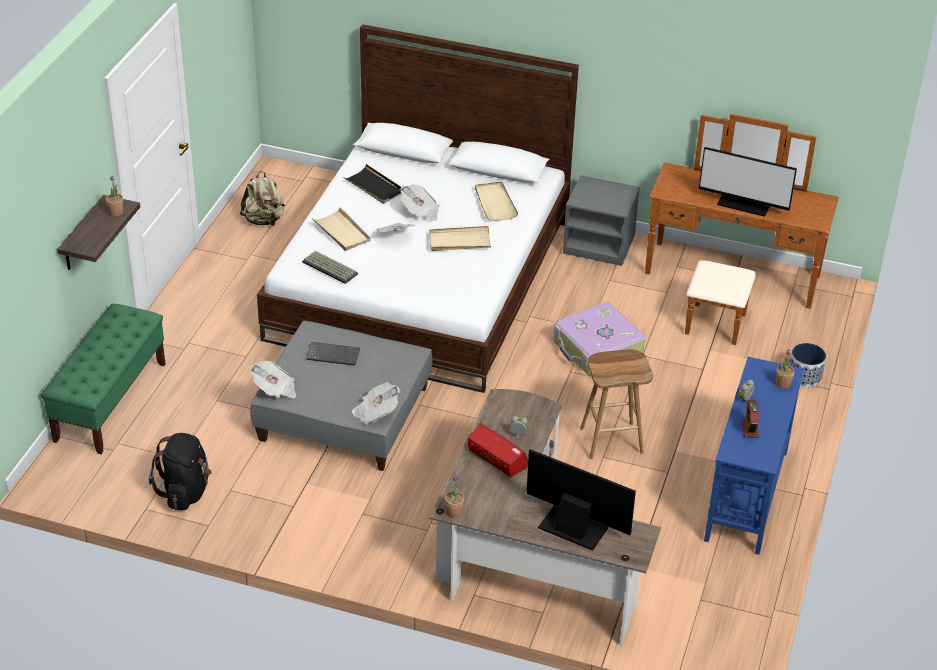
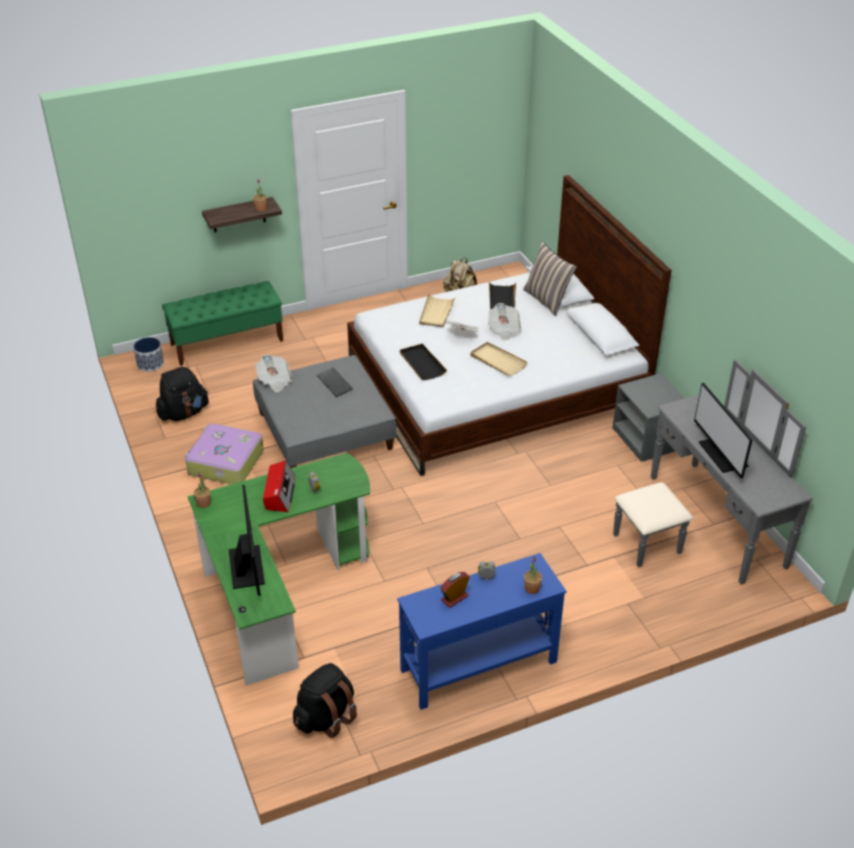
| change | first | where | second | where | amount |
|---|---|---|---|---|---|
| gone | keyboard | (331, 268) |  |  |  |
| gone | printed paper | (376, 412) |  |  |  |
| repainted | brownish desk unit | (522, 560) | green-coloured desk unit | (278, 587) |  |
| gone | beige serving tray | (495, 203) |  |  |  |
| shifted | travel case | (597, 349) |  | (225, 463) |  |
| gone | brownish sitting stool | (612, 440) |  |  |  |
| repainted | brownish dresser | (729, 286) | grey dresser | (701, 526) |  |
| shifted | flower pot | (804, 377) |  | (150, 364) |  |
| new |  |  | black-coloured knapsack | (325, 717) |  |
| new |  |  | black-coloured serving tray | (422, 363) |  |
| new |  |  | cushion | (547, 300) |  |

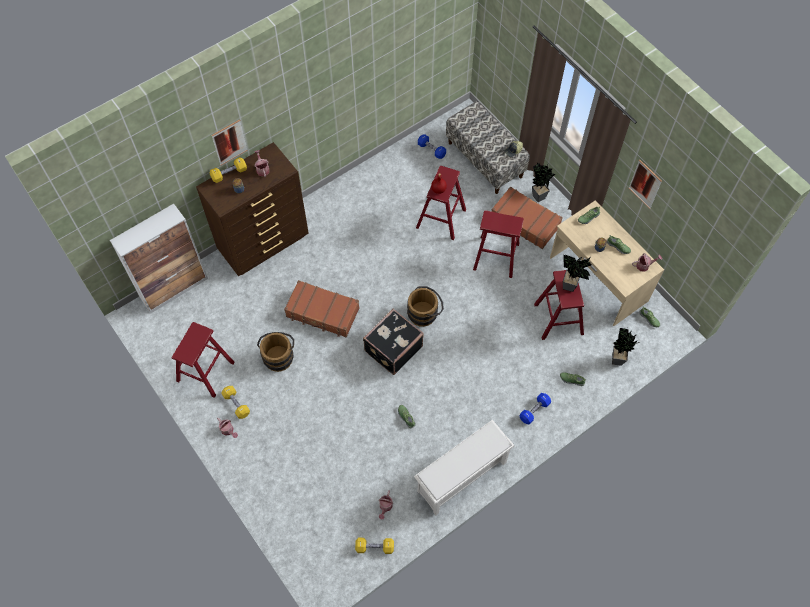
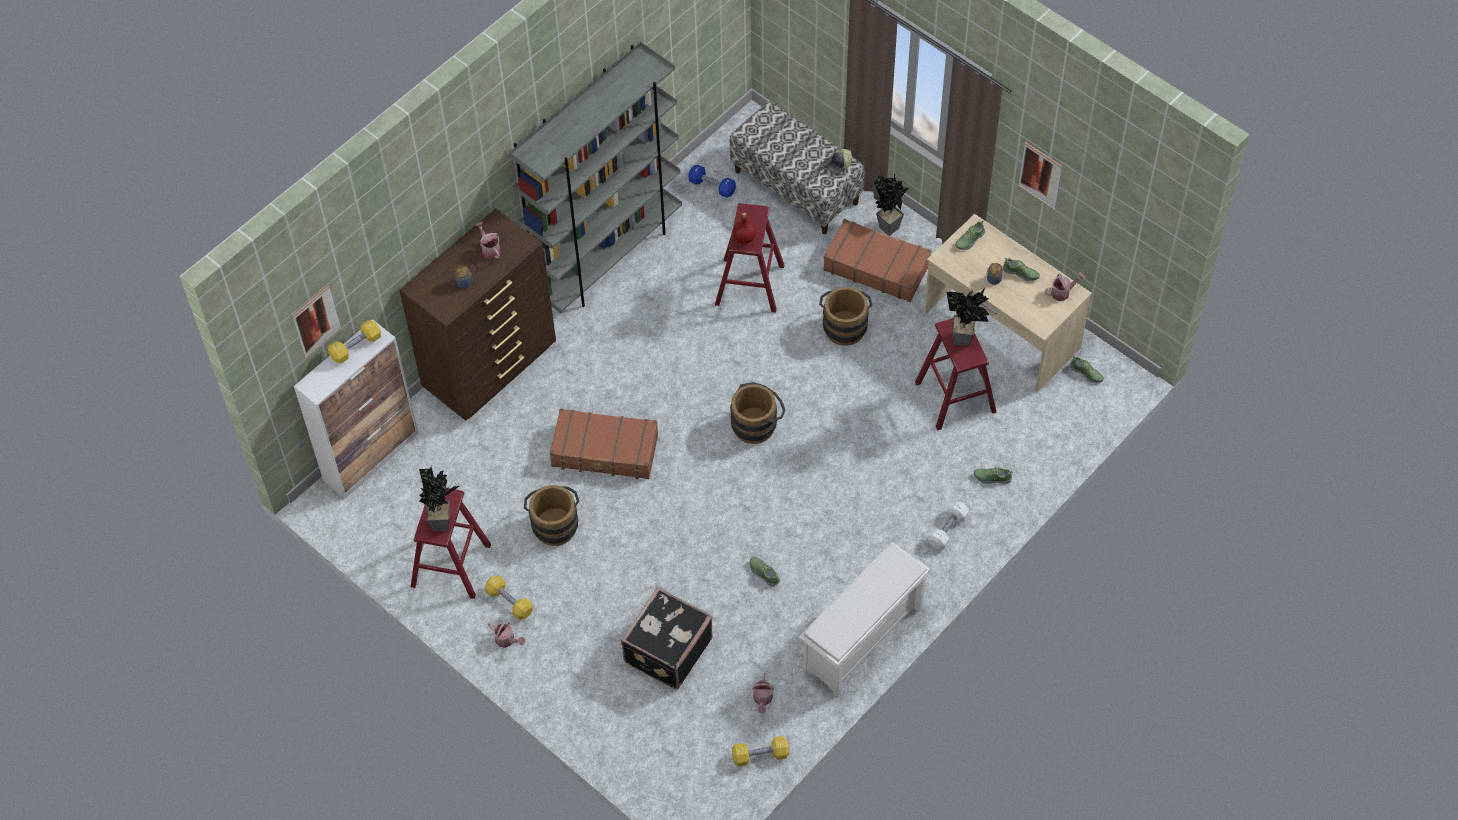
| change | first | where | second | where | amount |
|---|---|---|---|---|---|
| shifted | yellowish free weight | (229, 174) |  | (356, 347) |  |
| shifted | picture | (229, 142) |  | (316, 321) |  |
| shifted | black-coloured travel case | (392, 348) |  | (666, 650) |  |
| swapped | red sitting stool | (496, 256) | brownish water bucket | (844, 325) |  |
| repainted | bluish free weight | (534, 410) | white-coloured free weight | (947, 530) |  |
| shifted | houseplant | (618, 358) |  | (443, 520) |  |
| new |  |  | grey bookcase | (607, 256) |  |

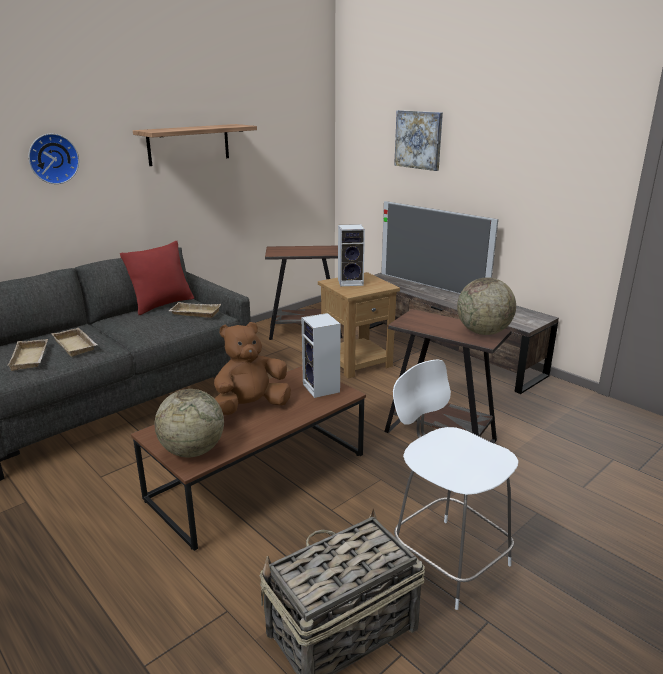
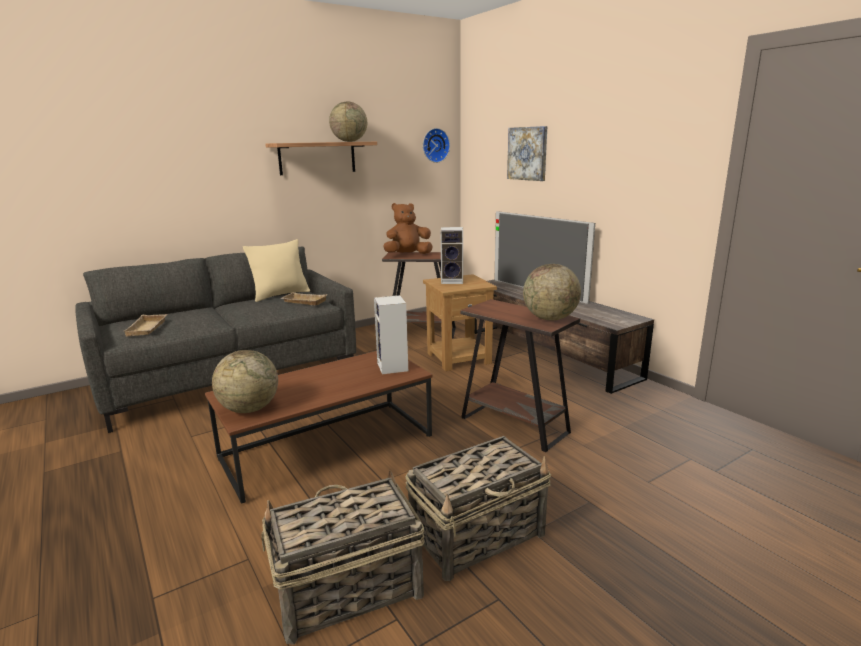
| change | first | where | second | where | amount |
|---|---|---|---|---|---|
| shifted | clock on the wall | (52, 158) |  | (434, 145) |  |
| gone | beige serving tray | (77, 345) |  |  |  |
| repainted | red cushion | (162, 305) | beige cushion | (280, 295) |  |
| shifted | brownish plush toy | (250, 407) |  | (407, 255) |  |
| swapped | white-coloured sitting stool | (447, 558) | household basket | (478, 535) |  |
| new |  |  | desk globe | (349, 141) |  |

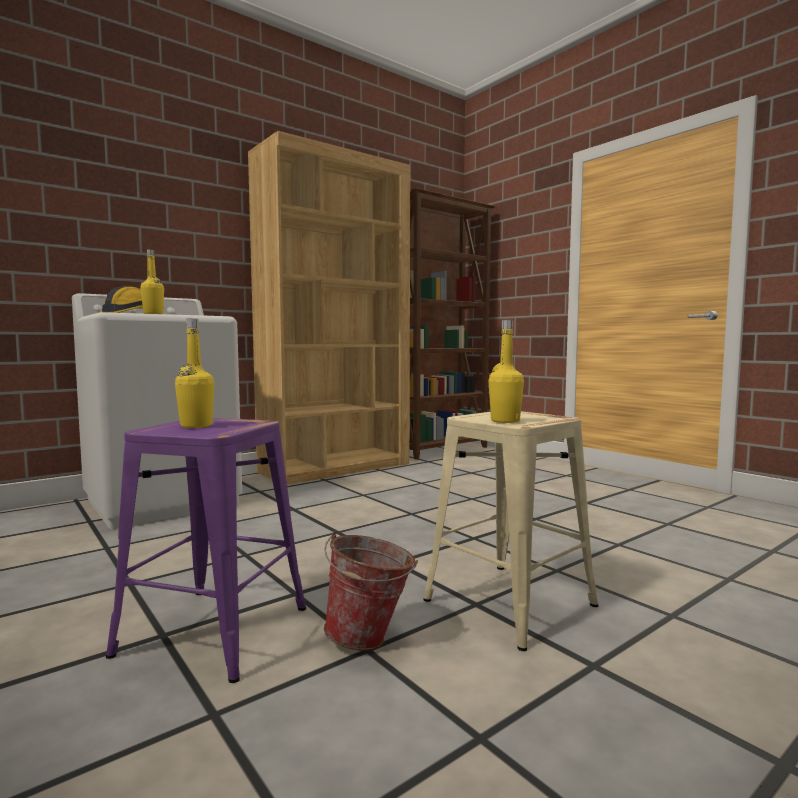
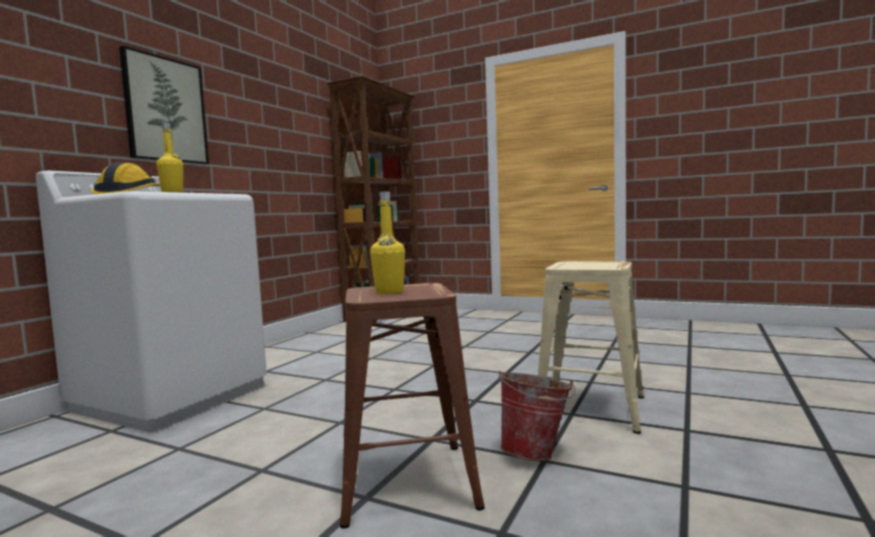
| change | first | where | second | where | amount |
|---|---|---|---|---|---|
| repainted | purplish sitting stool | (212, 630) | brownish sitting stool | (405, 481) |  |
| gone | brownish bookcase | (336, 468) |  |  |  |
| gone | yellowish bottle | (505, 421) |  |  |  |
| new |  |  | picture | (165, 110) |  |

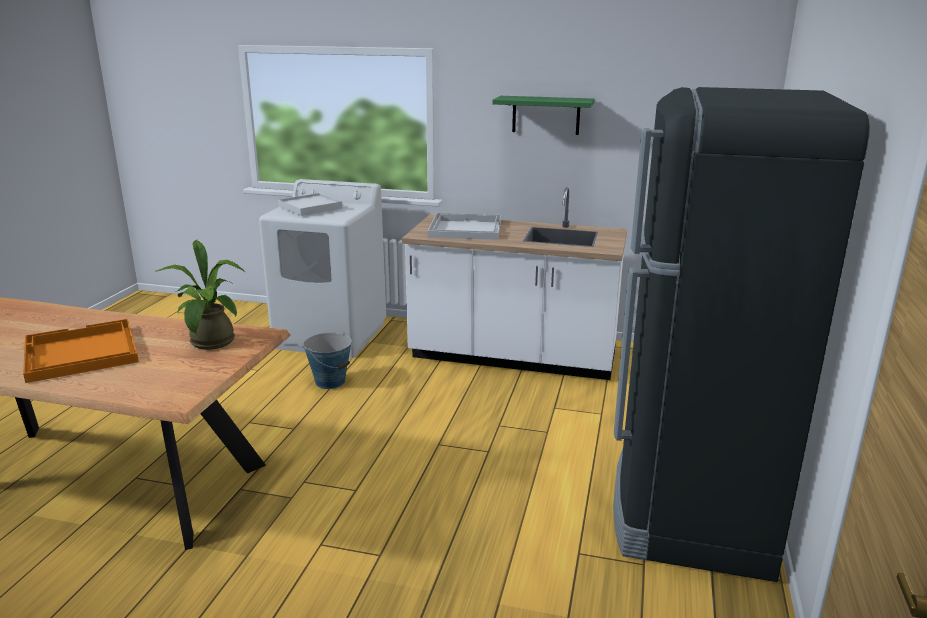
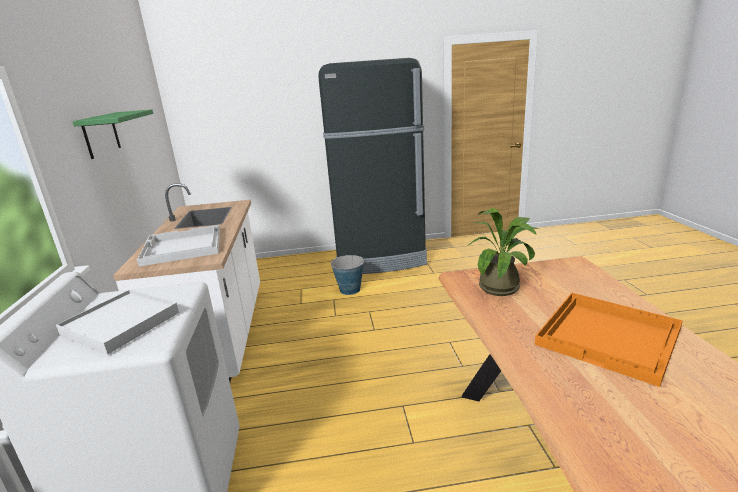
| change | first | where | second | where | amount |
|---|---|---|---|---|---|
| shifted | water bucket | (330, 382) |  | (350, 290) |  |

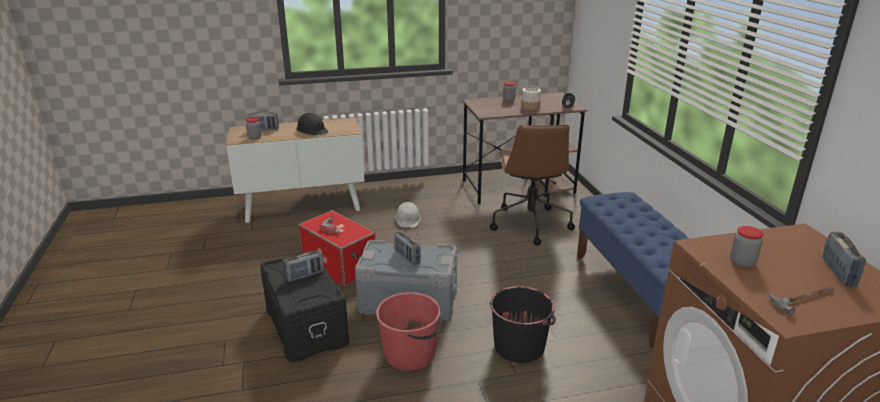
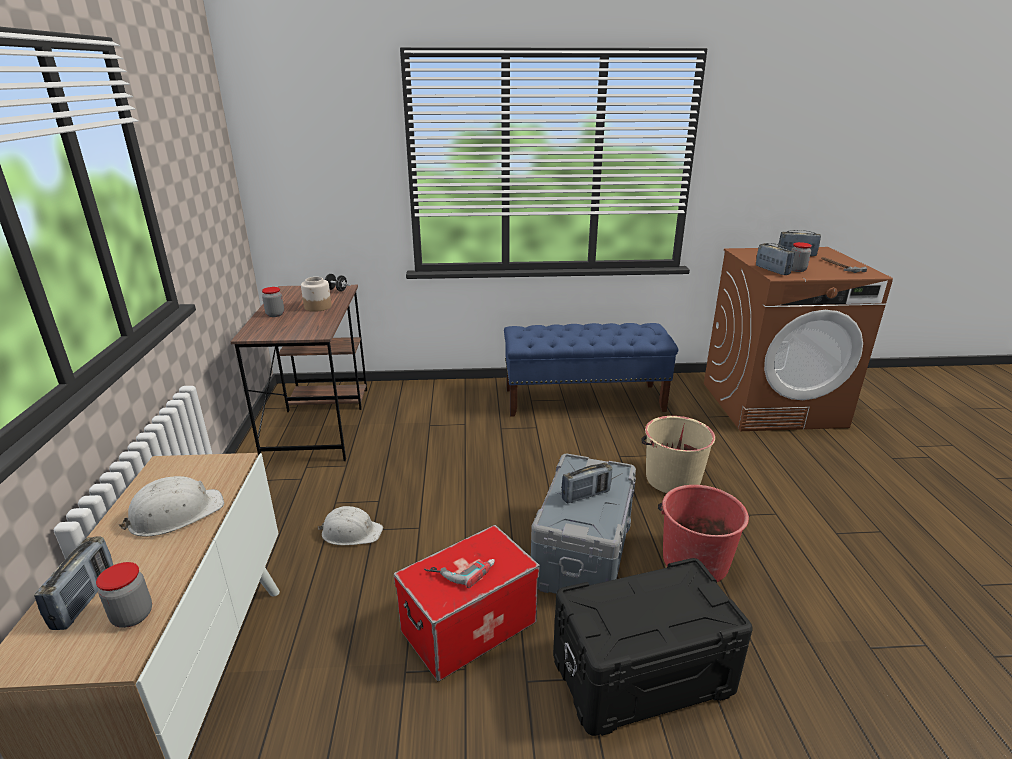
| change | first | where | second | where | amount |
|---|---|---|---|---|---|
| shifted | radio receiver | (305, 275) |  | (772, 270) |  |
| repainted | black-coloured safety helmet | (312, 130) | white-coloured safety helmet | (175, 514) |  |
| gone | brownish office chair | (529, 223) |  |  |  |
| repainted | black-coloured water bucket | (519, 346) | beige water bucket | (671, 479) |  |

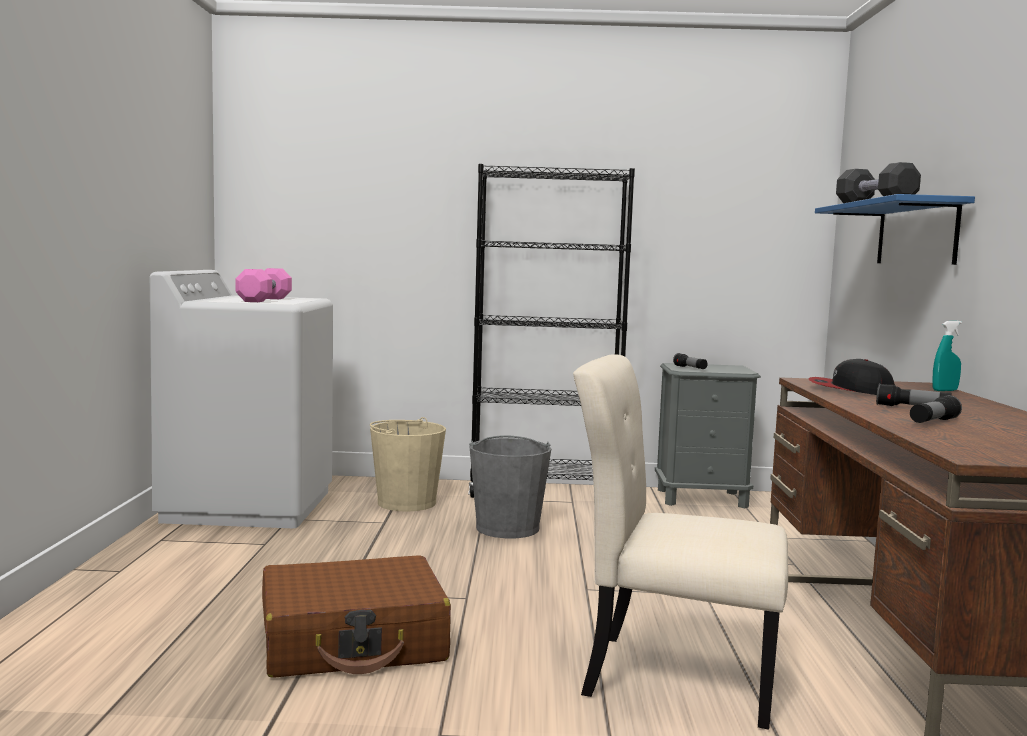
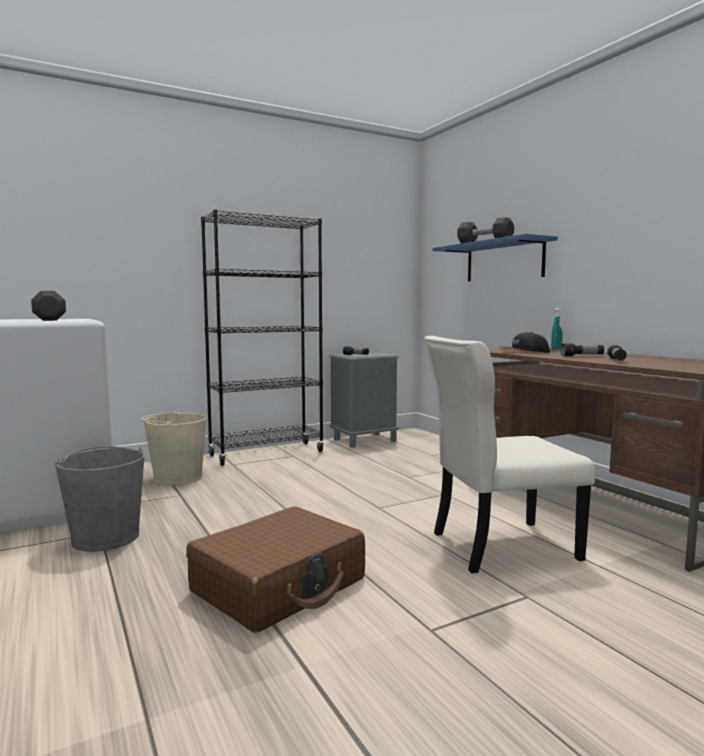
| change | first | where | second | where | amount |
|---|---|---|---|---|---|
| repainted | pinkish free weight | (264, 300) | black-coloured free weight | (50, 319) |  |
| shifted | grey water bucket | (507, 528) |  | (106, 537) |  |

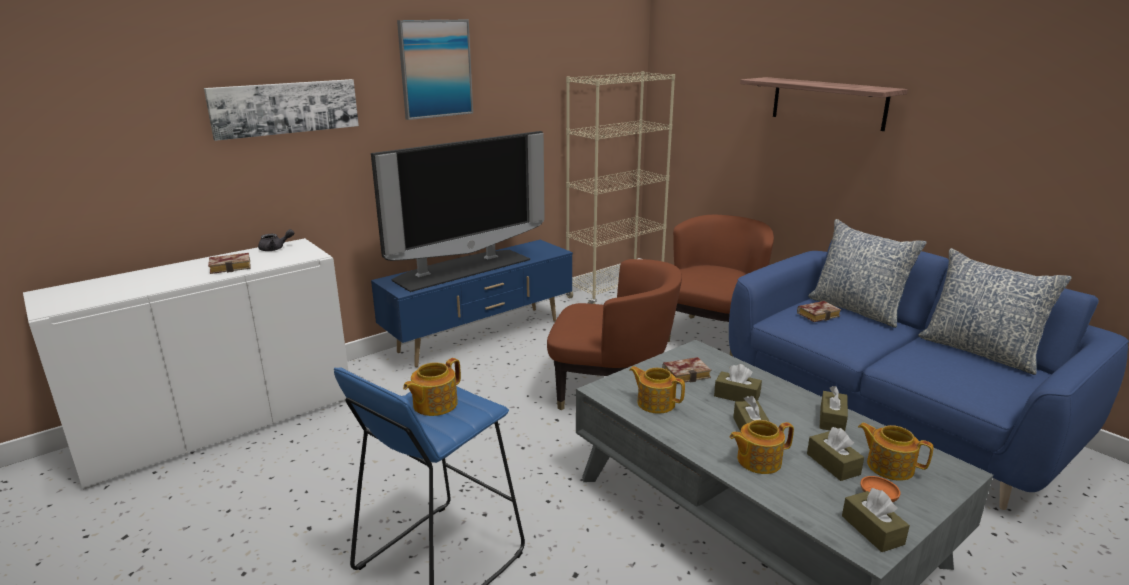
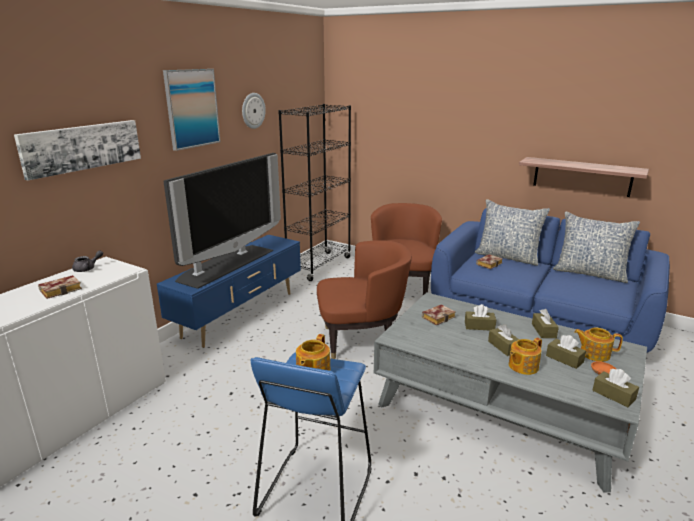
| change | first | where | second | where | amount |
|---|---|---|---|---|---|
| repainted | beige bookcase | (615, 291) | black-coloured bookcase | (319, 266) |  |
| gone | pot for tea | (655, 403) |  |  |  |
| shifted | bracket shelf | (828, 103) |  | (582, 176) |  |
| new |  |  | clock on the wall | (253, 110) |  |

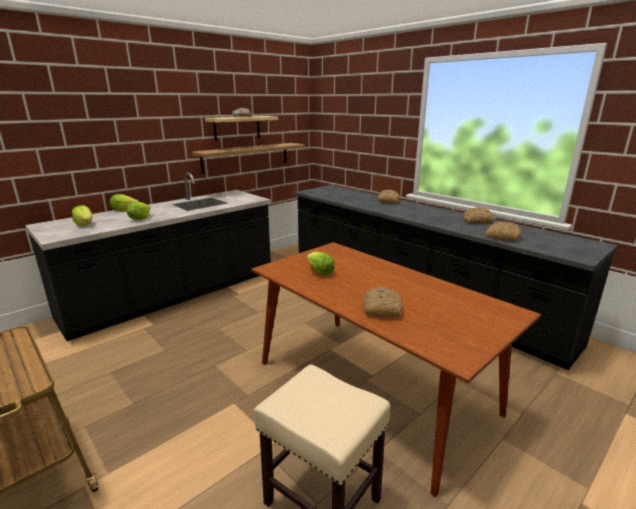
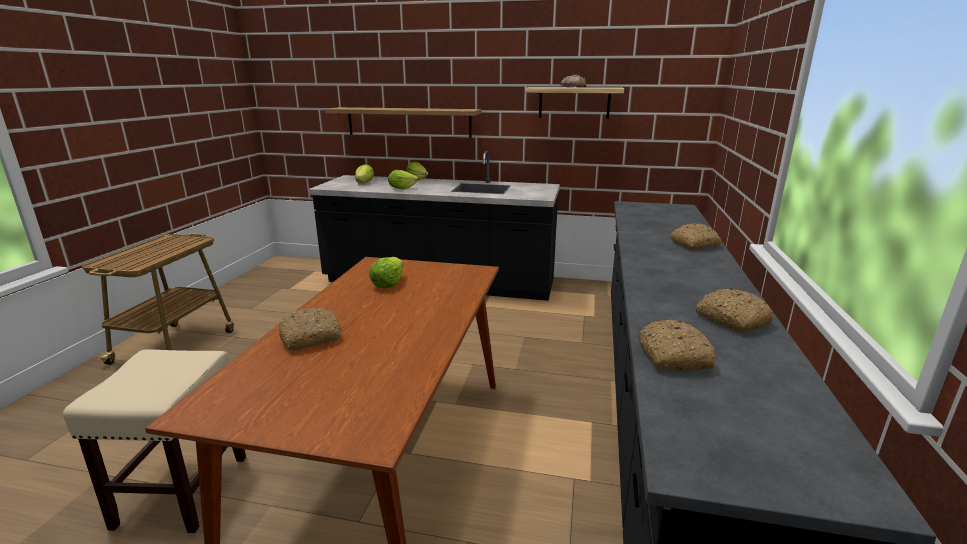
| change | first | where | second | where | amount |
|---|---|---|---|---|---|
| shifted | bracket shelf | (246, 157) |  | (408, 122) |  |

